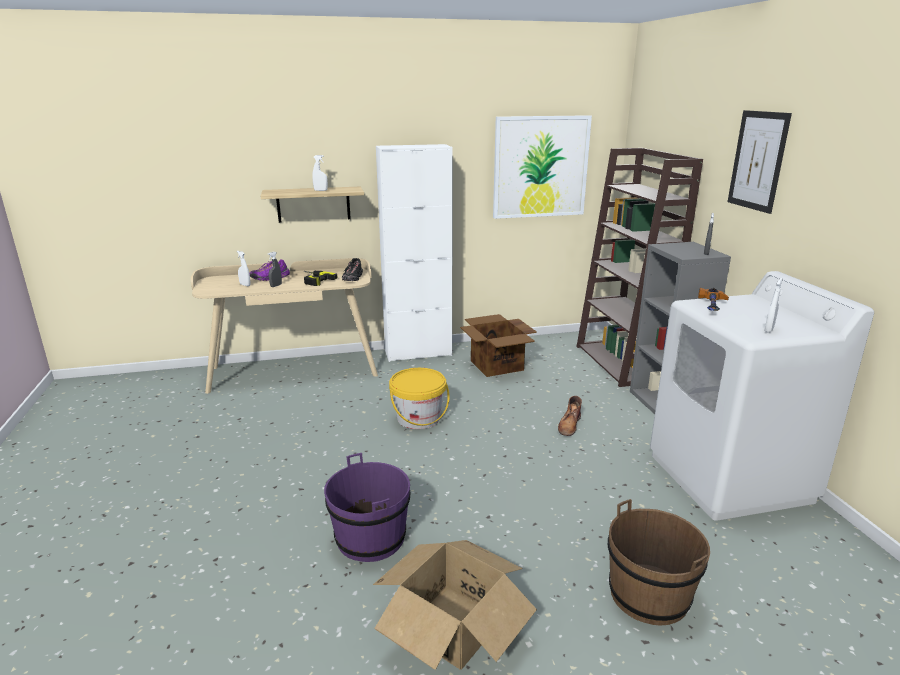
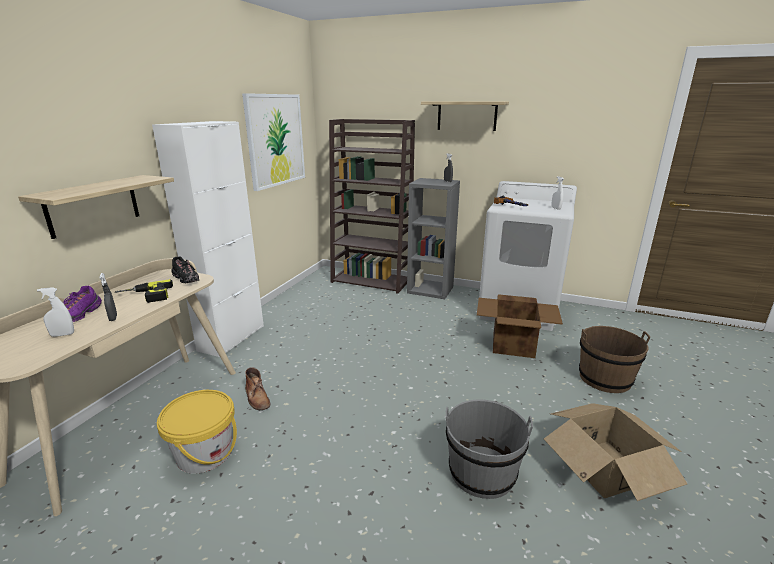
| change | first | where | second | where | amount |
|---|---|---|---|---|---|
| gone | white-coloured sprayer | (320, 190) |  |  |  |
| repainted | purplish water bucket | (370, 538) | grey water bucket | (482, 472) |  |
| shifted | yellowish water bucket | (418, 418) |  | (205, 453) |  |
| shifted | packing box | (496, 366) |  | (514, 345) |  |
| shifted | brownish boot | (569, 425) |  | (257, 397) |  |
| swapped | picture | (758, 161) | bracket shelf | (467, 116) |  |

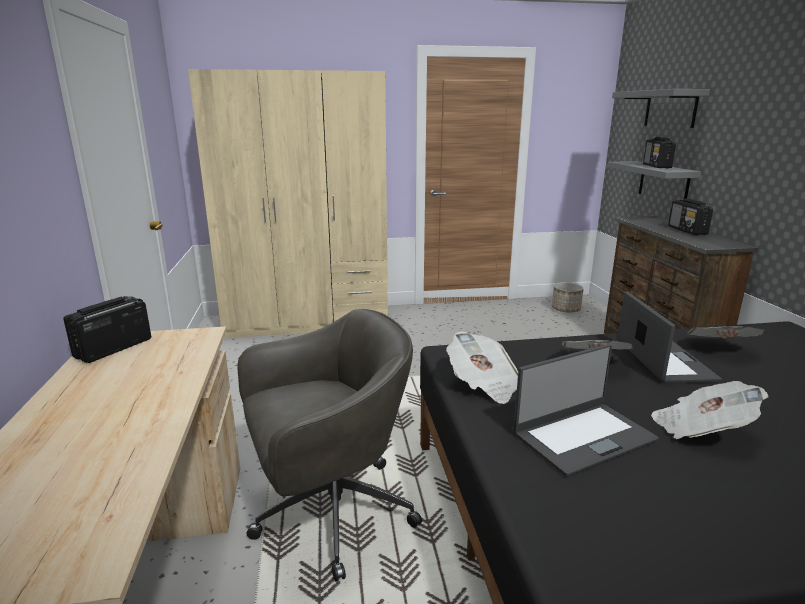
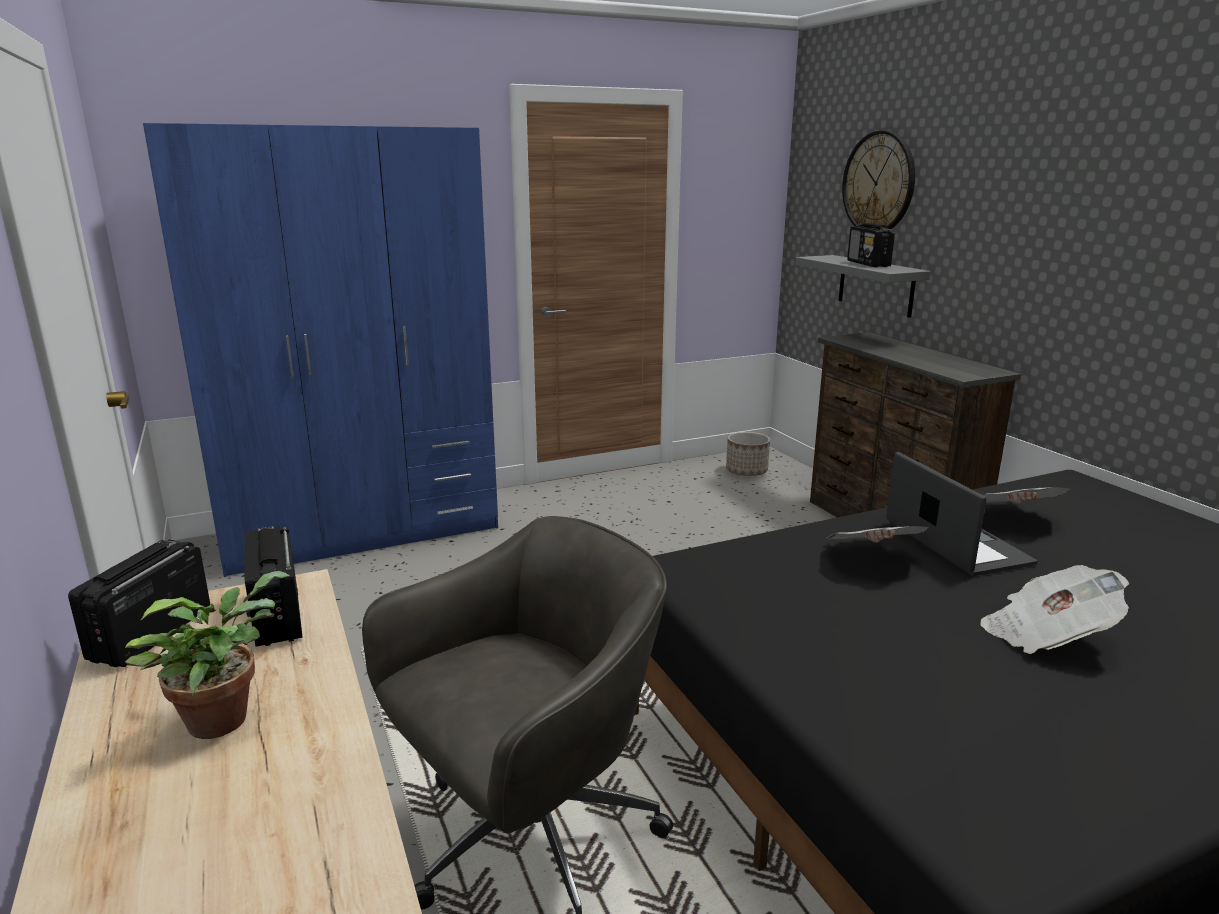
| change | first | where | second | where | amount |
|---|---|---|---|---|---|
| repainted | beige wardrobe | (307, 322) | bluish wardrobe | (363, 531) |  |
| gone | printed paper | (483, 384) |  |  |  |
| gone | portable computer | (583, 437) |  |  |  |
| swapped | grey bracket shelf | (670, 109) | clock on the wall | (879, 183) |  |
| shifted | radio receiver | (687, 231) |  | (277, 616) |  |
| new |  |  | houseplant | (224, 717) |  |

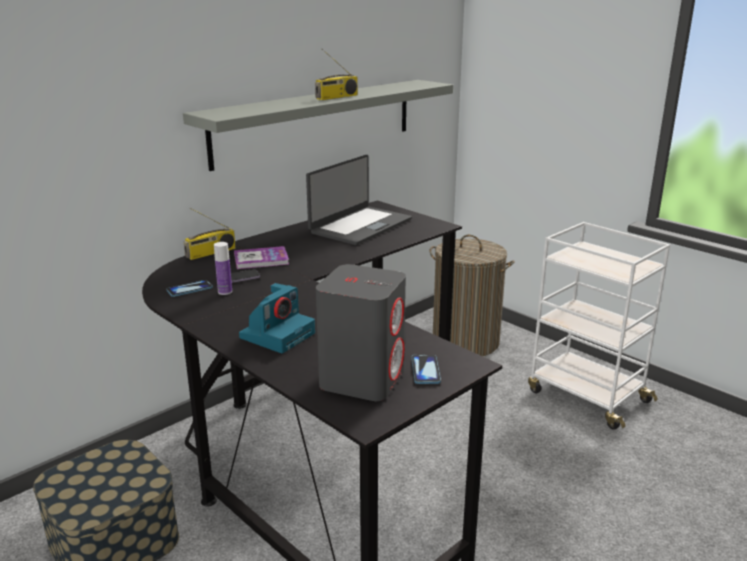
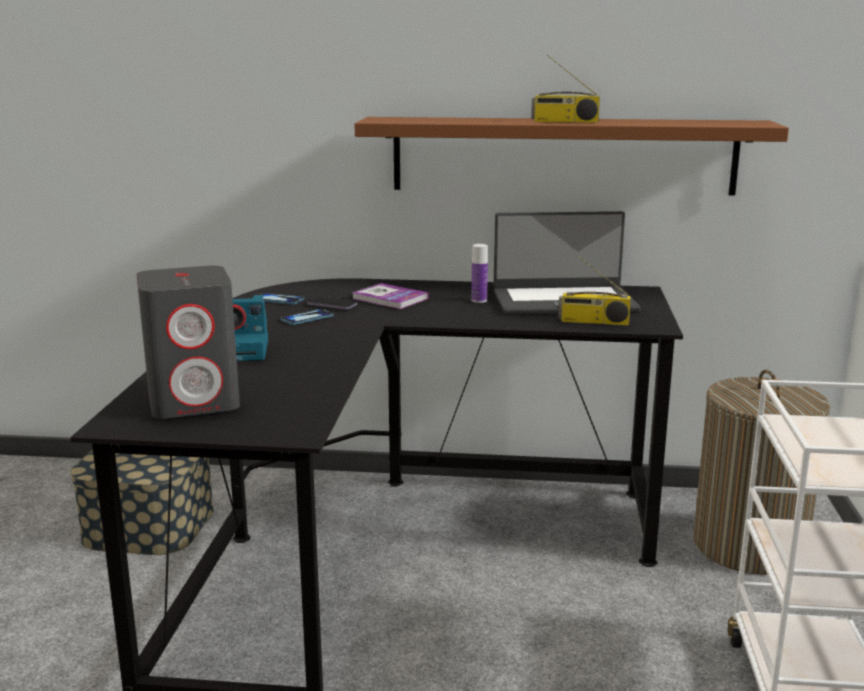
| change | first | where | second | where | amount |
|---|---|---|---|---|---|
| repainted | grey bracket shelf | (317, 121) | brownish bracket shelf | (563, 155) |  |
| shifted | radio receiver | (210, 253) |  | (593, 322) |  |
| shifted | bottle | (225, 292) |  | (479, 300) |  |
| shifted | handset | (425, 370) |  | (307, 318) |  |

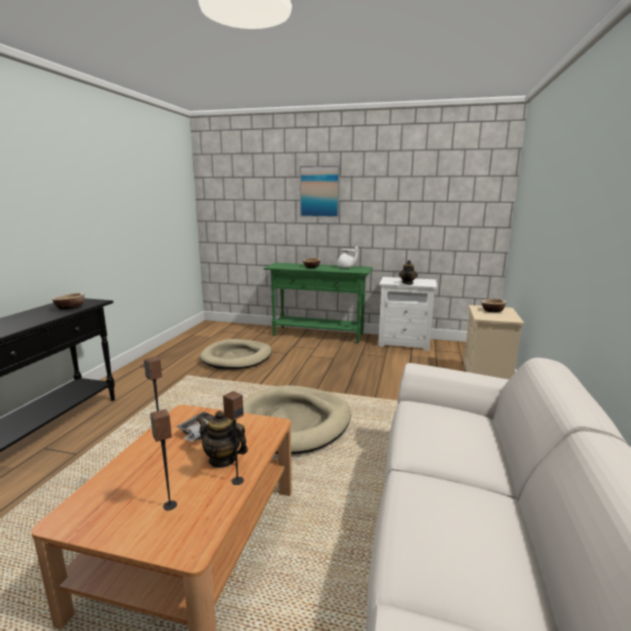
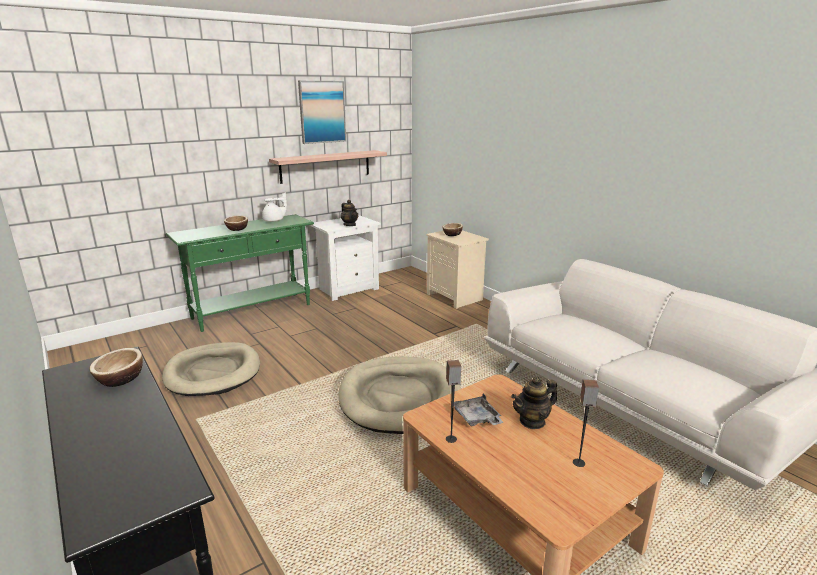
| change | first | where | second | where | amount |
|---|---|---|---|---|---|
| gone | audio speaker | (237, 480) |  |  |  |
| shifted | picture | (320, 191) |  | (322, 112) |  |
| new |  |  | bracket shelf | (325, 166) |  |

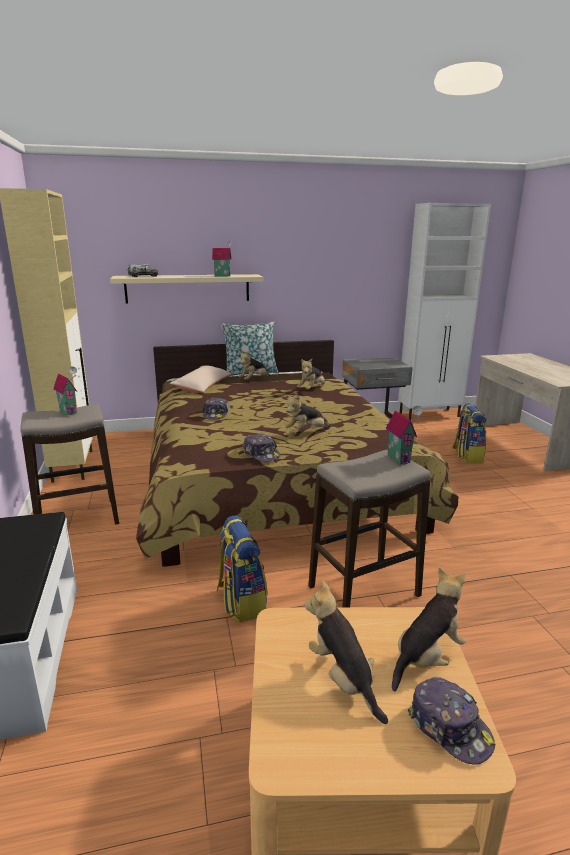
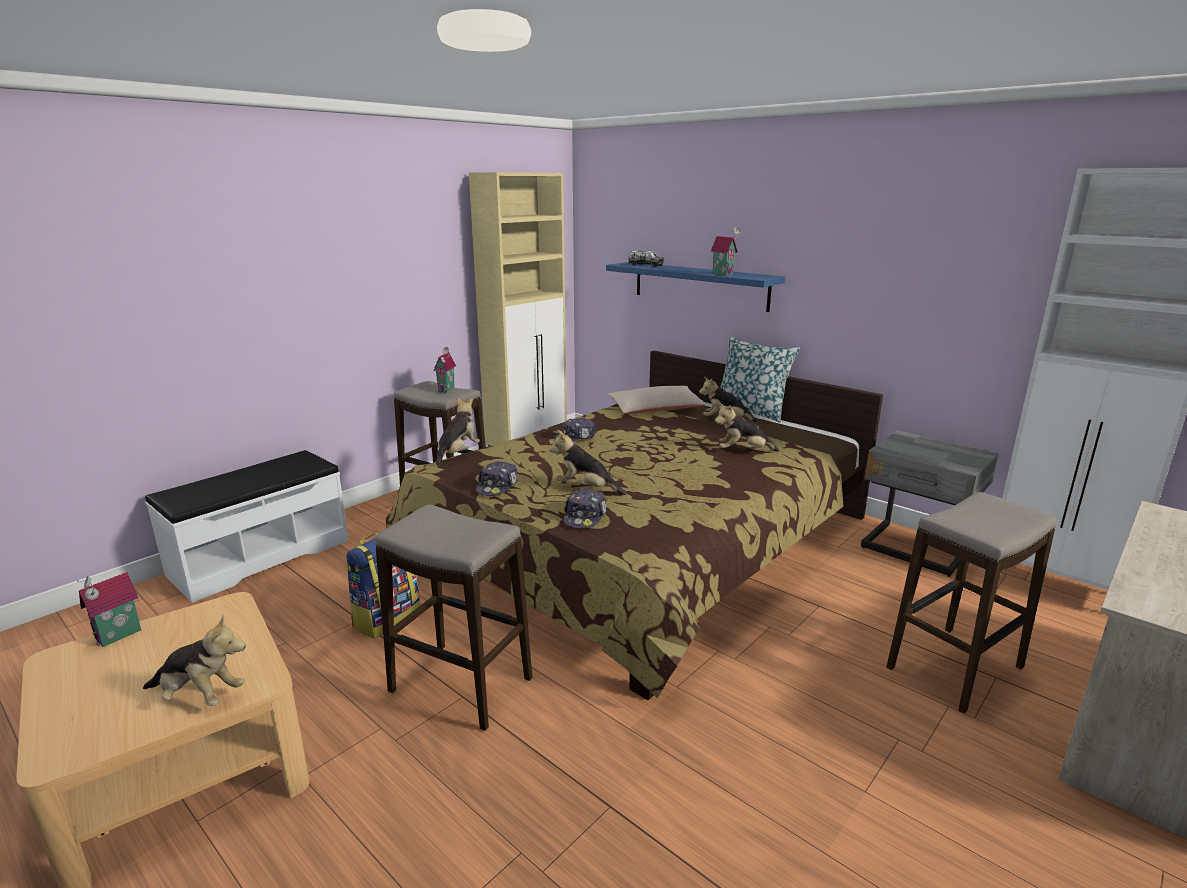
| change | first | where | second | where | amount |
|---|---|---|---|---|---|
| repainted | beige bracket shelf | (188, 288) | bluish bracket shelf | (699, 285) |  |
| shifted | plush toy | (343, 678) |  | (458, 453) |  |
| shifted | miniature house | (400, 458) |  | (119, 636) |  |
| shifted | peaked cap | (450, 727) |  | (585, 517) |  |
| swapped | knapsack | (467, 456) | sitting stool | (954, 668) |  |

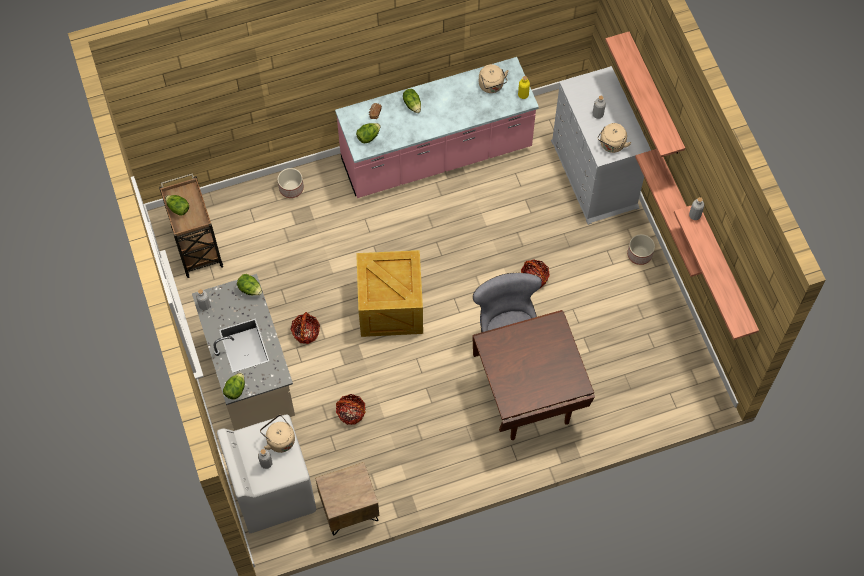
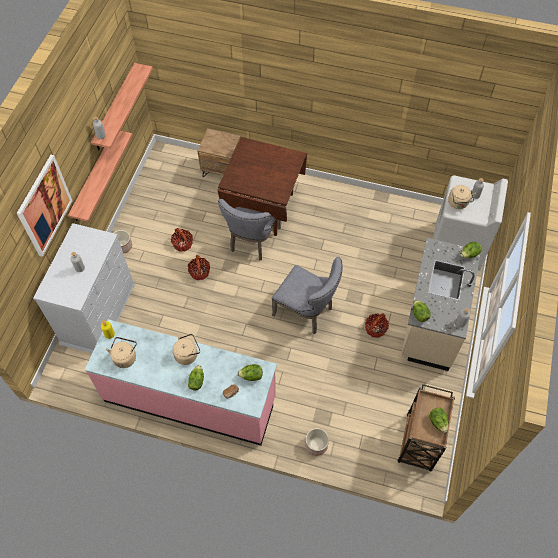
| change | first | where | second | where | amount |
|---|---|---|---|---|---|
| shifted | brownish nightstand | (349, 510) |  | (222, 170) |  |
| shifted | household basket | (351, 413) |  | (182, 244) |  |
| swapped | crate | (389, 306) | grey chair | (306, 312) |  |
| shifted | beige tea kettle | (611, 145) |  | (187, 354) |  |
| swapped | bracket shelf | (655, 95) | picture | (44, 206) |  |

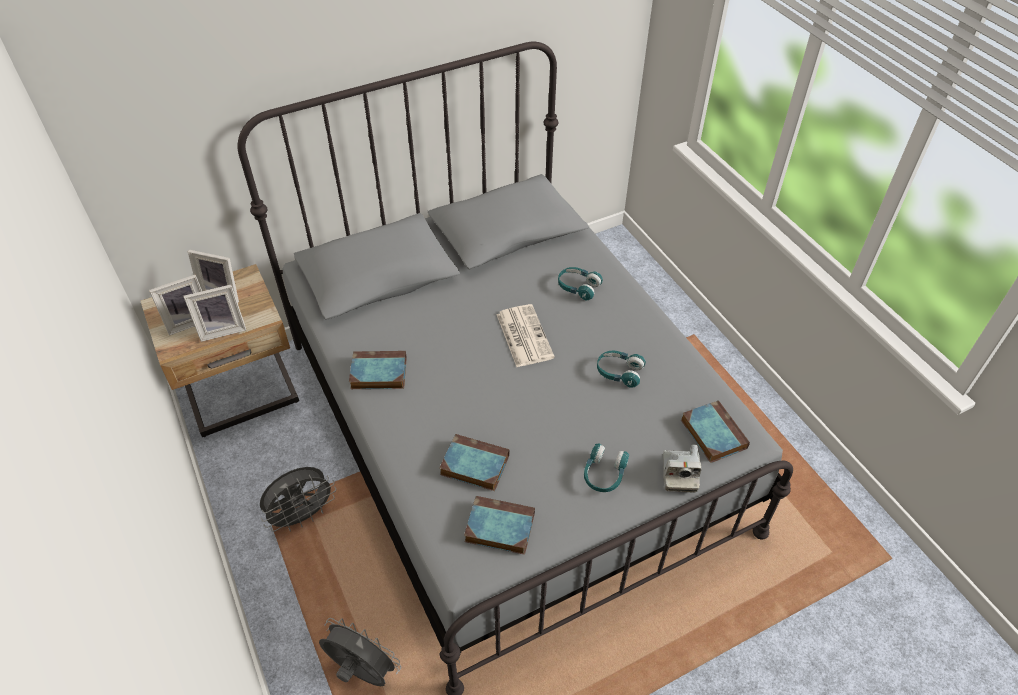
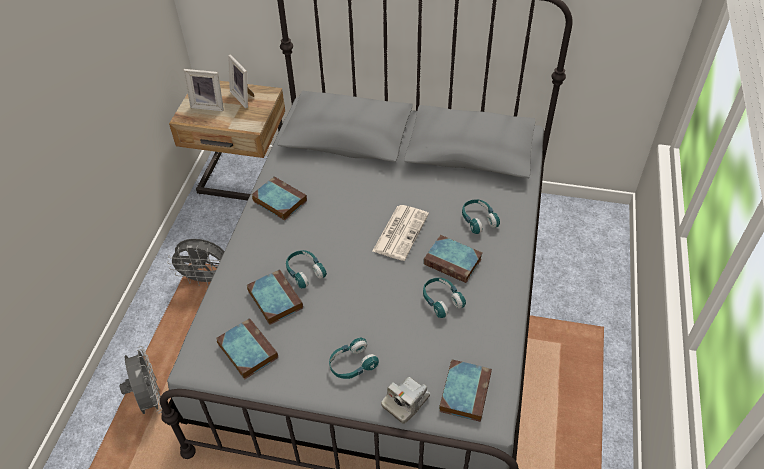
| change | first | where | second | where | amount |
|---|---|---|---|---|---|
| gone | photo frame | (222, 329) |  |  |  |
| new |  |  | turquoise-coloured headset | (305, 272) |  |
| new |  |  | volume | (454, 262) |  |

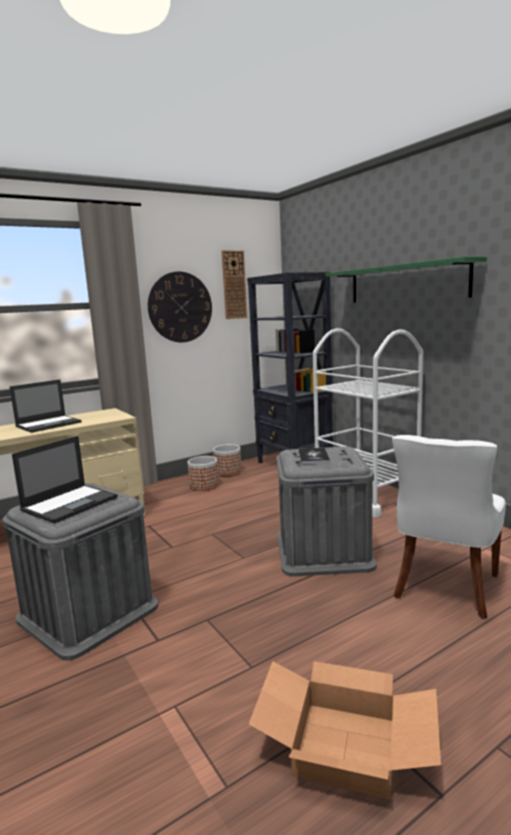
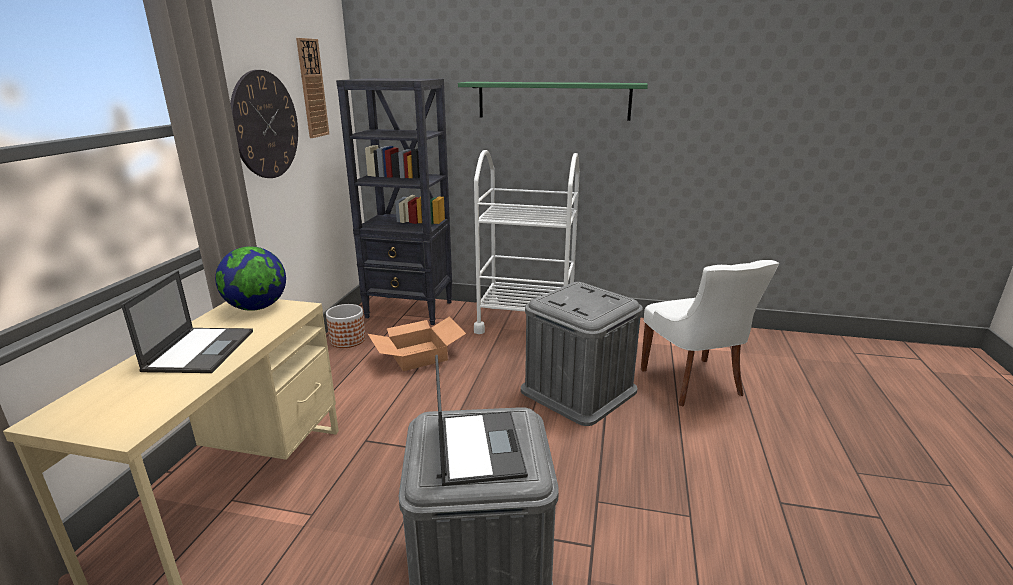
| change | first | where | second | where | amount |
|---|---|---|---|---|---|
| gone | flower pot | (204, 486) |  |  |  |
| shifted | packing box | (343, 748) |  | (417, 356) |  |
| gone | volume | (313, 457) |  |  |  |
| new |  |  | desk globe | (257, 307) |  |

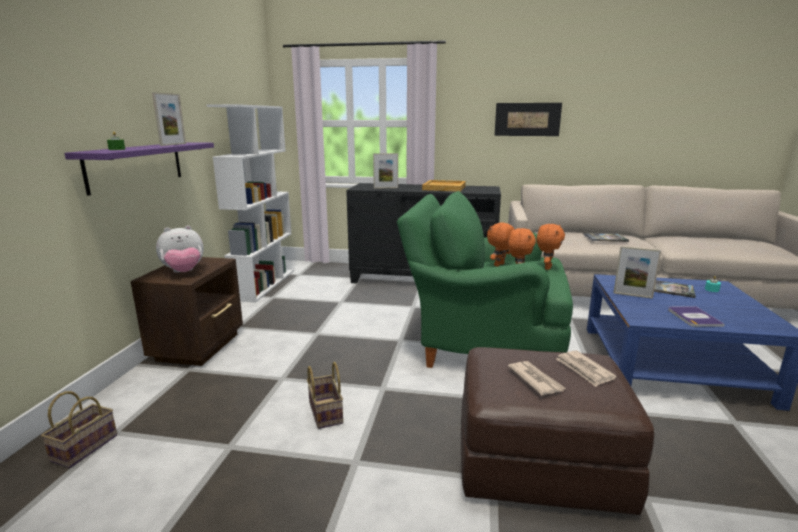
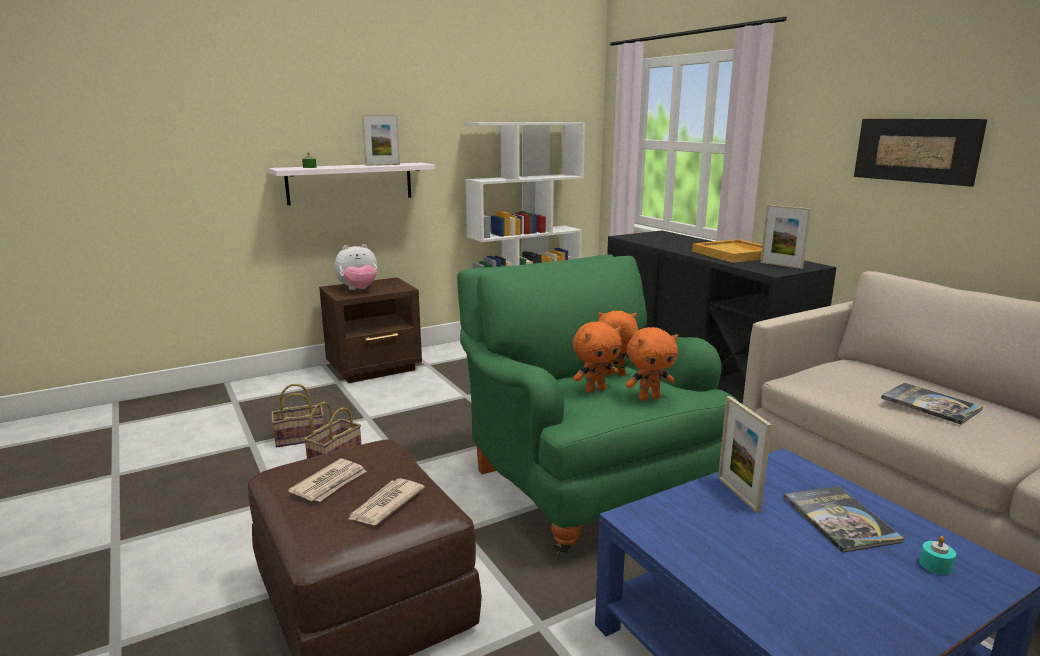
| change | first | where | second | where | amount |
|---|---|---|---|---|---|
| shifted | household basket | (85, 447) |  | (301, 437) |  |
| repainted | purplish bracket shelf | (136, 166) | white-coloured bracket shelf | (350, 183) |  |
| rotated | plush toy | (184, 272) |  | (359, 290) | 45 degrees counterclockwise |
| shifted | photo frame | (385, 188) |  | (781, 265) |  |
| gone | volume | (694, 317) |  |  |  |

